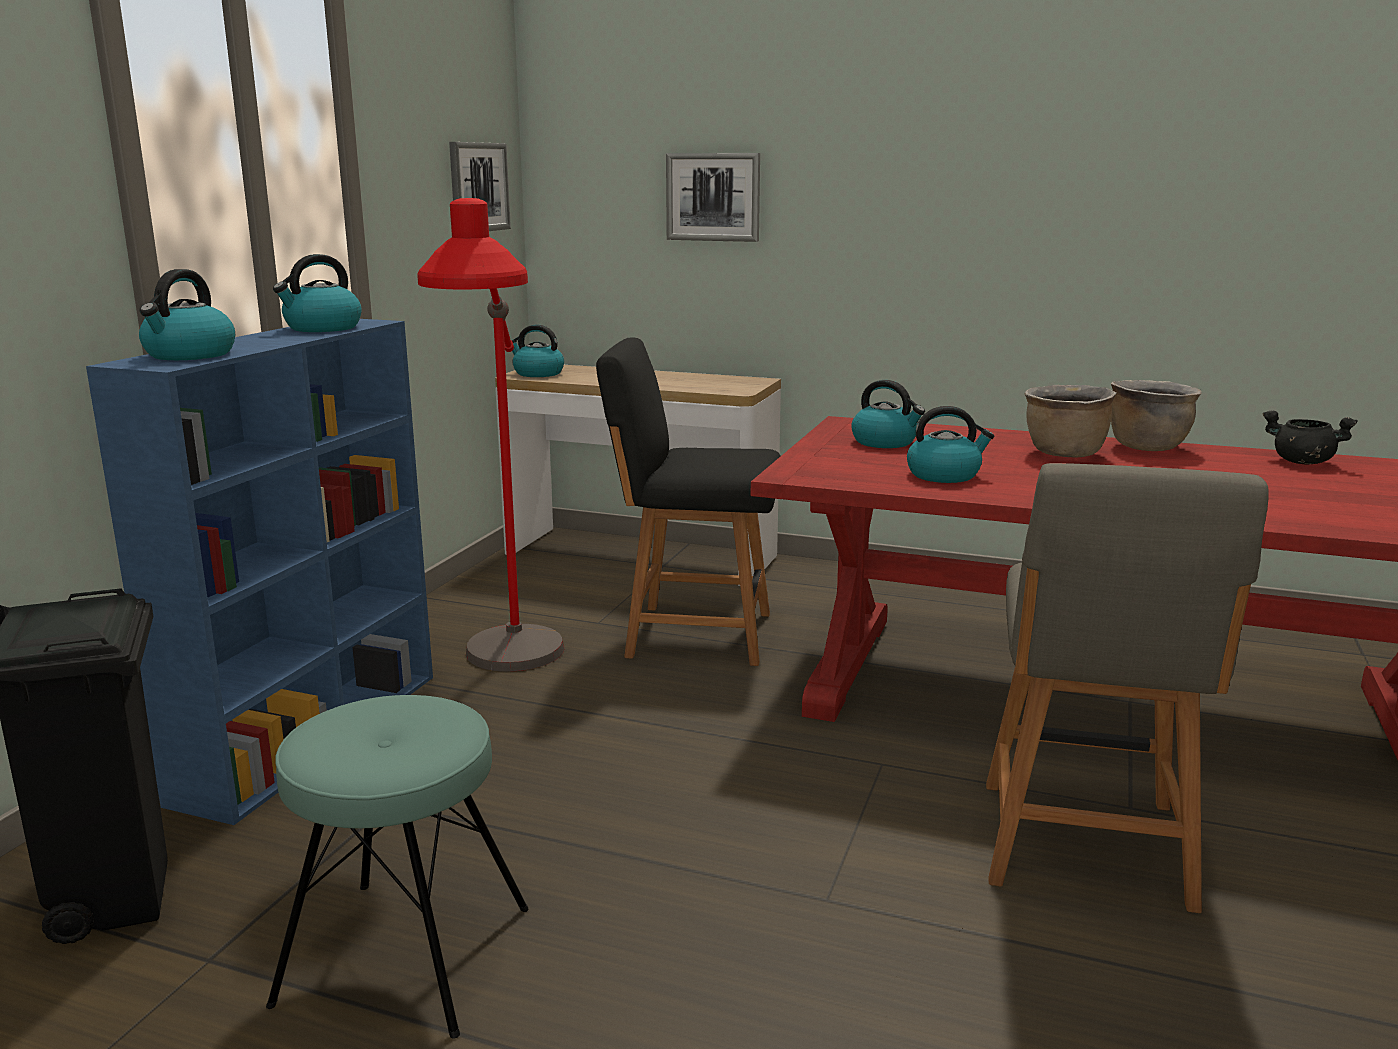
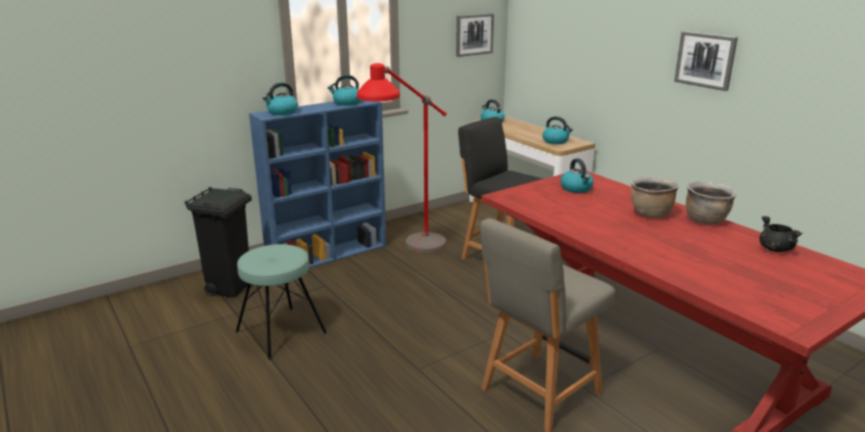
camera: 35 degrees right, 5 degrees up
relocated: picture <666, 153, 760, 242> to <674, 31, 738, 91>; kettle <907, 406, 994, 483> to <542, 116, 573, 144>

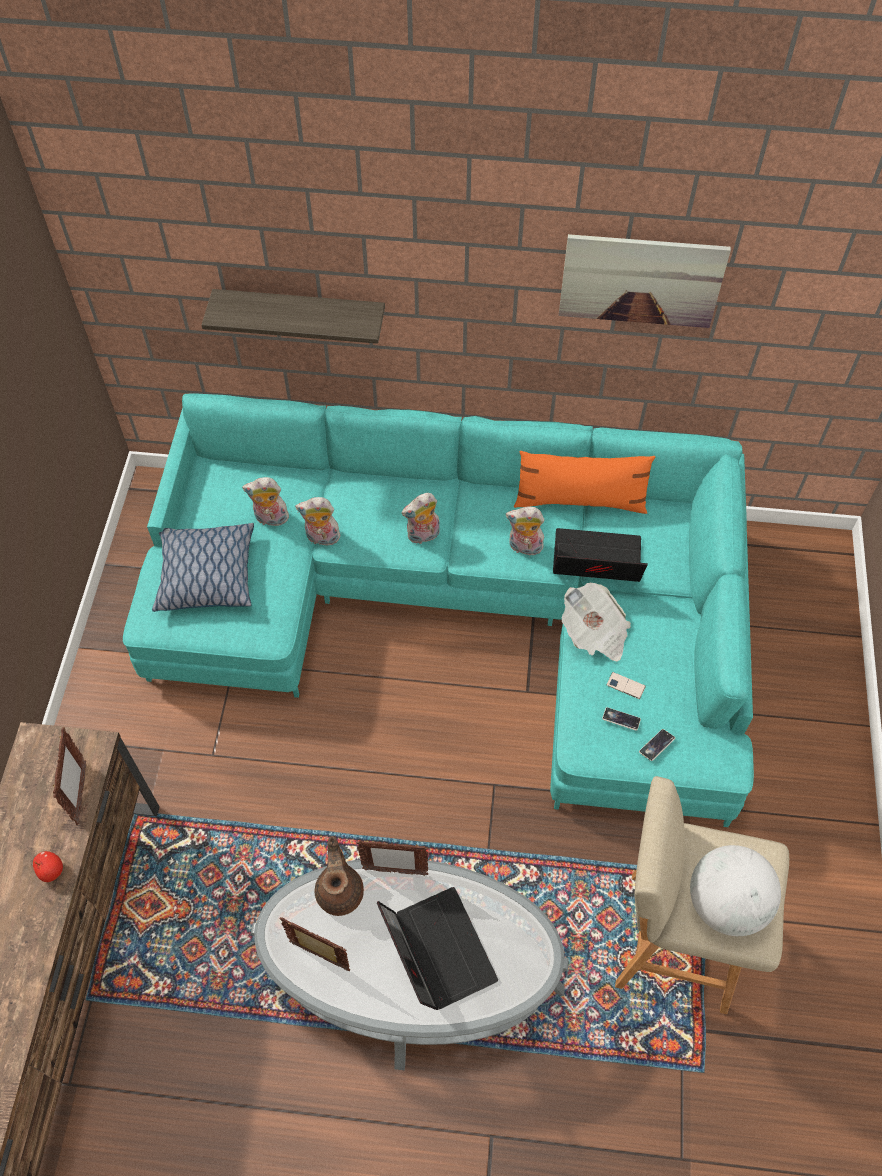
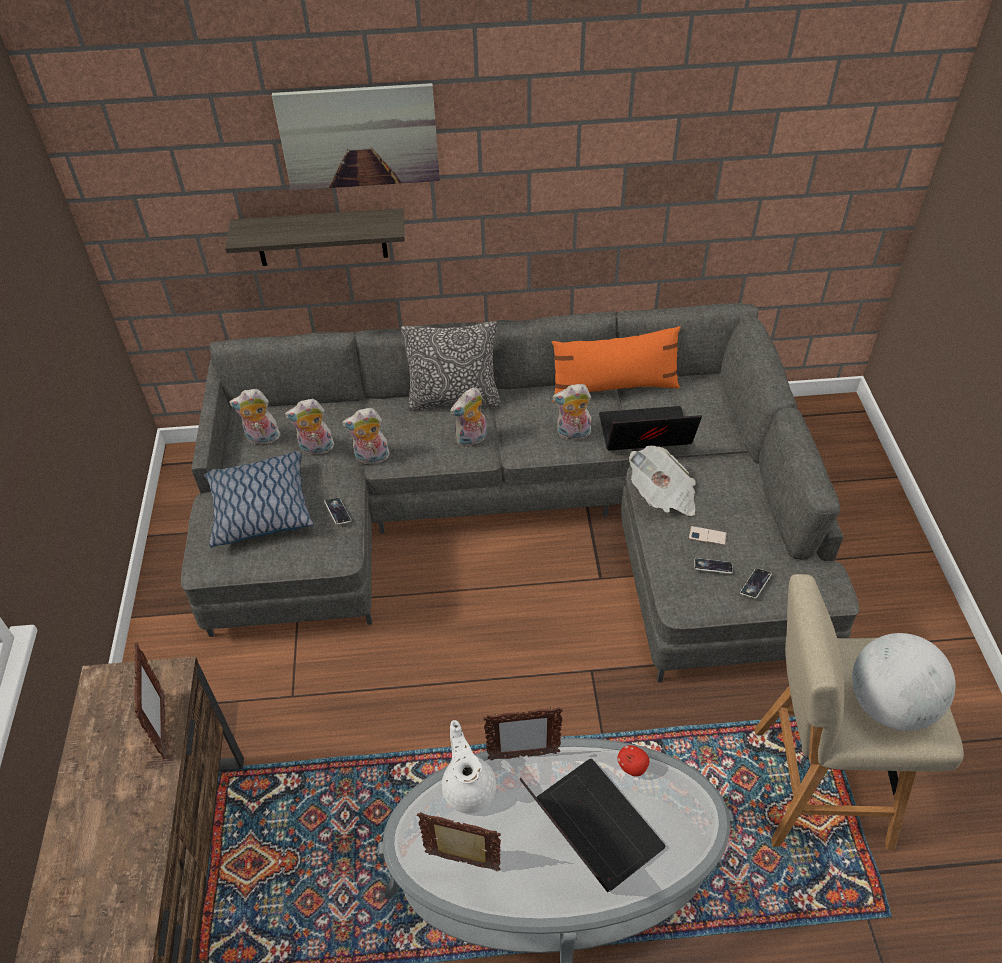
camera: 10 degrees left, 10 degrees down
appeared: plush toy <229, 389, 283, 444>; phone <324, 498, 351, 525>; pillow <401, 321, 501, 411>
relocated: apple <33, 851, 63, 882> to <617, 745, 649, 776>; picture <559, 234, 731, 328> to <272, 83, 440, 190>
colour: turquoise sofa <123, 394, 754, 827> to grey sofa <181, 303, 860, 682>; brown teapot <315, 836, 364, 916> to white teapot <442, 720, 496, 814>

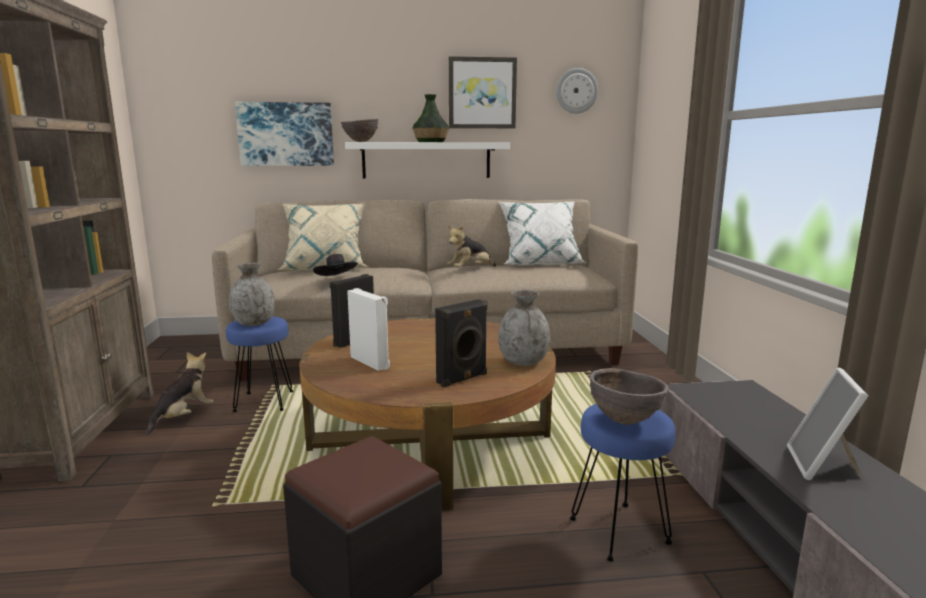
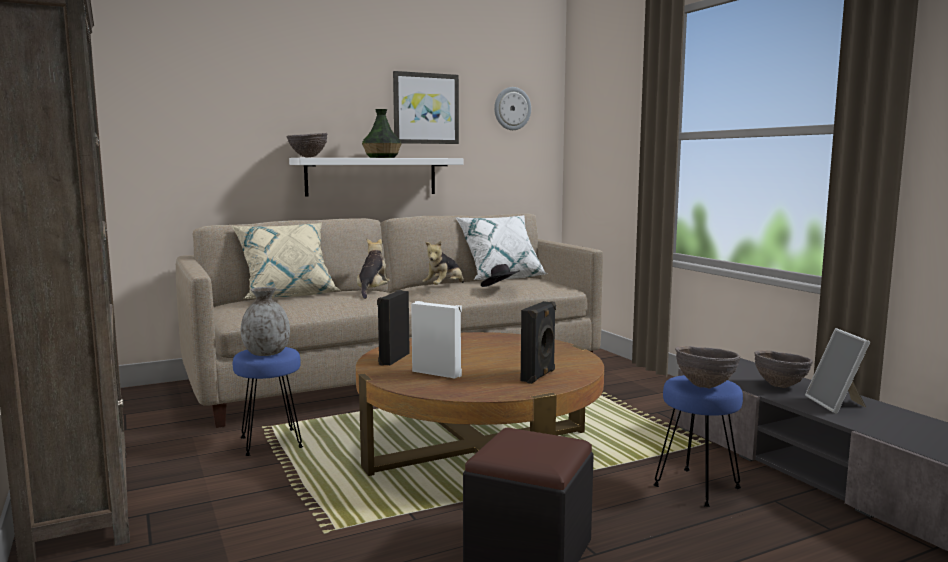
camera: 20 degrees left, 5 degrees down
missing: picture <235, 102, 334, 166>; grey vase <498, 290, 550, 366>
appeared: brown bowl <754, 350, 813, 388>
relocated: plush toy <146, 352, 213, 435> to <357, 239, 390, 299>; black hat <313, 254, 358, 276> to <481, 264, 520, 287>

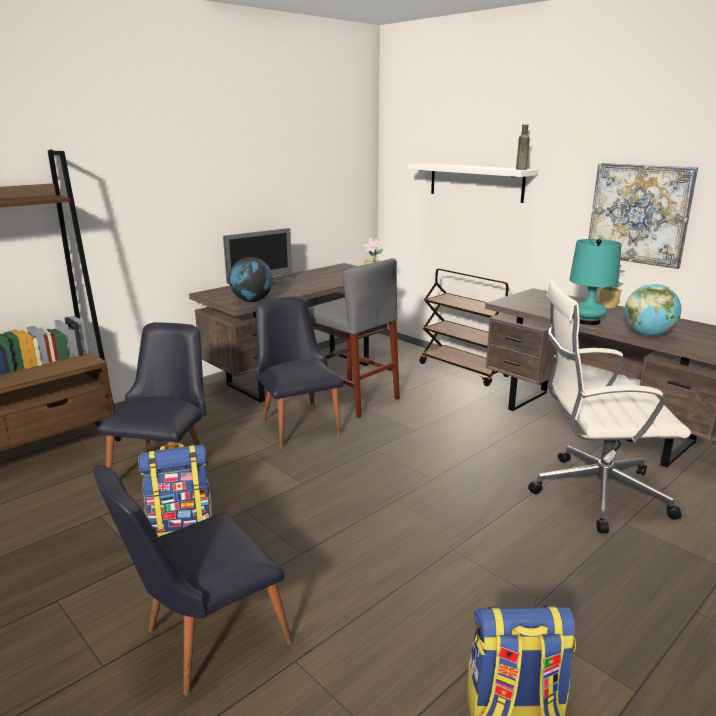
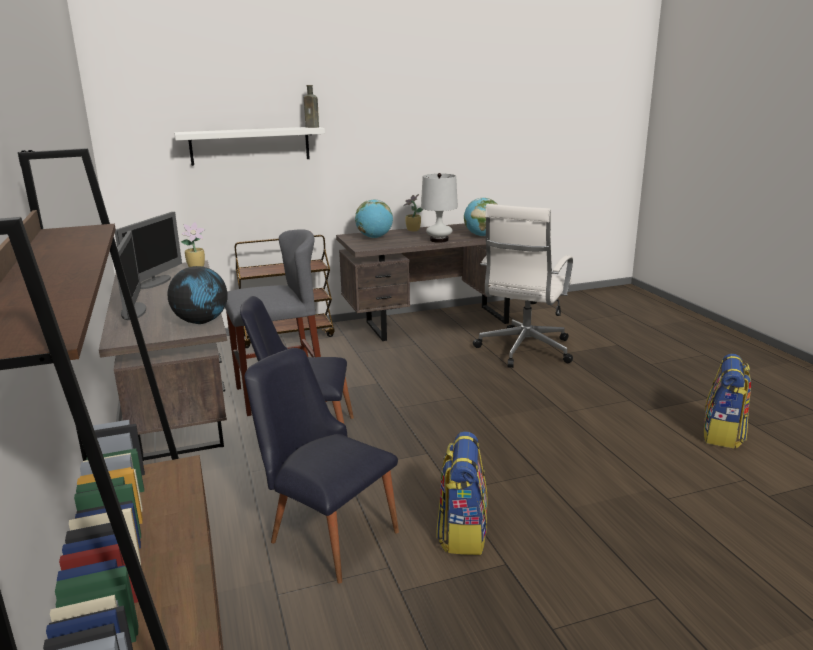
camera: 65 degrees left, 0 degrees up
missing: black chair <93, 465, 292, 695>; picture <589, 163, 698, 269>
appeared: monitor <115, 212, 182, 289>; globe <355, 199, 393, 238>
colour: turquoise table lamp <569, 239, 621, 325> to white table lamp <421, 173, 458, 243>

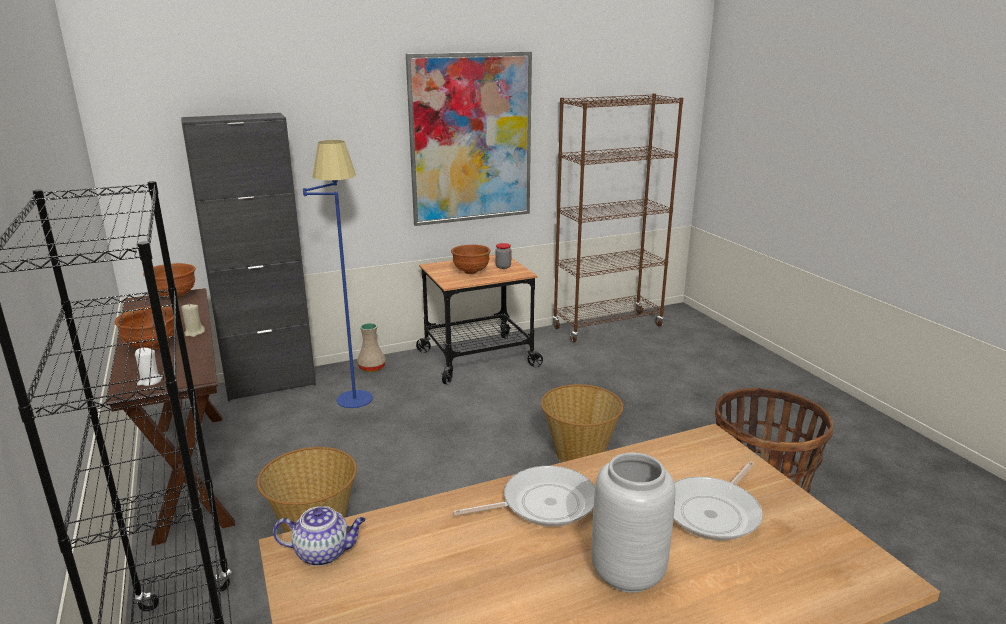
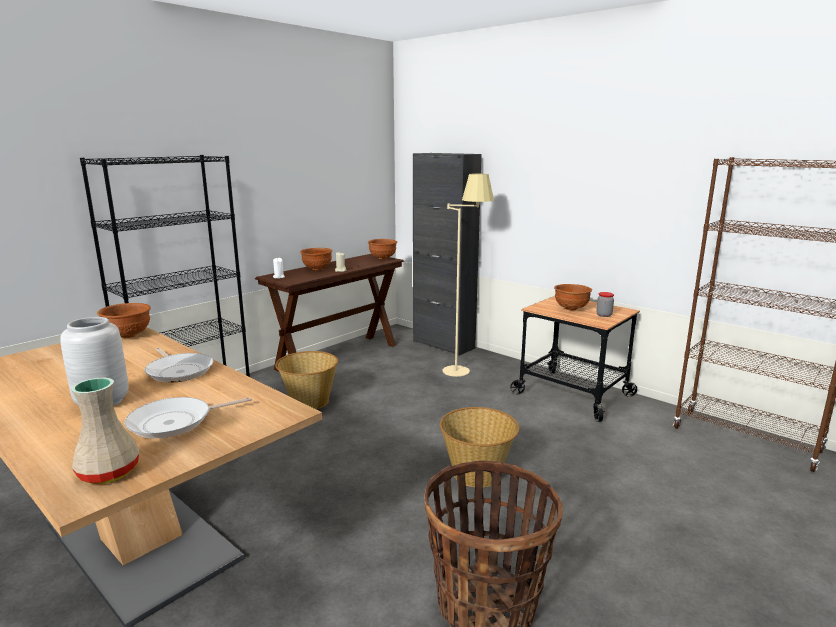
camera: 65 degrees right, 5 degrees down
missing: picture <406, 51, 532, 226>
relocated: beige vase <357, 323, 386, 372> to <71, 378, 139, 484>
exchanged: teapot <273, 506, 366, 566> to brown bowl <97, 303, 151, 338>
colour: blue floor lamp <303, 140, 373, 408> to beige floor lamp <442, 173, 494, 377>
spun: frying pan <673, 462, 763, 541> = <125, 397, 252, 438> 45 degrees counterclockwise

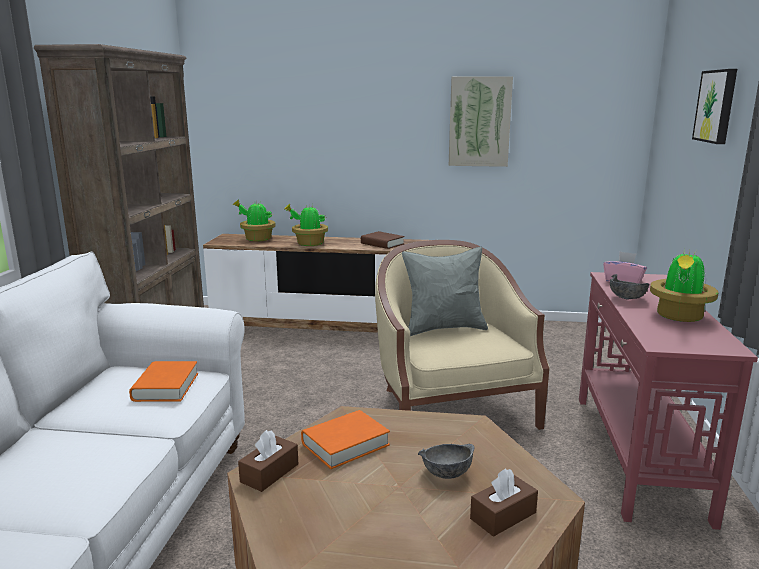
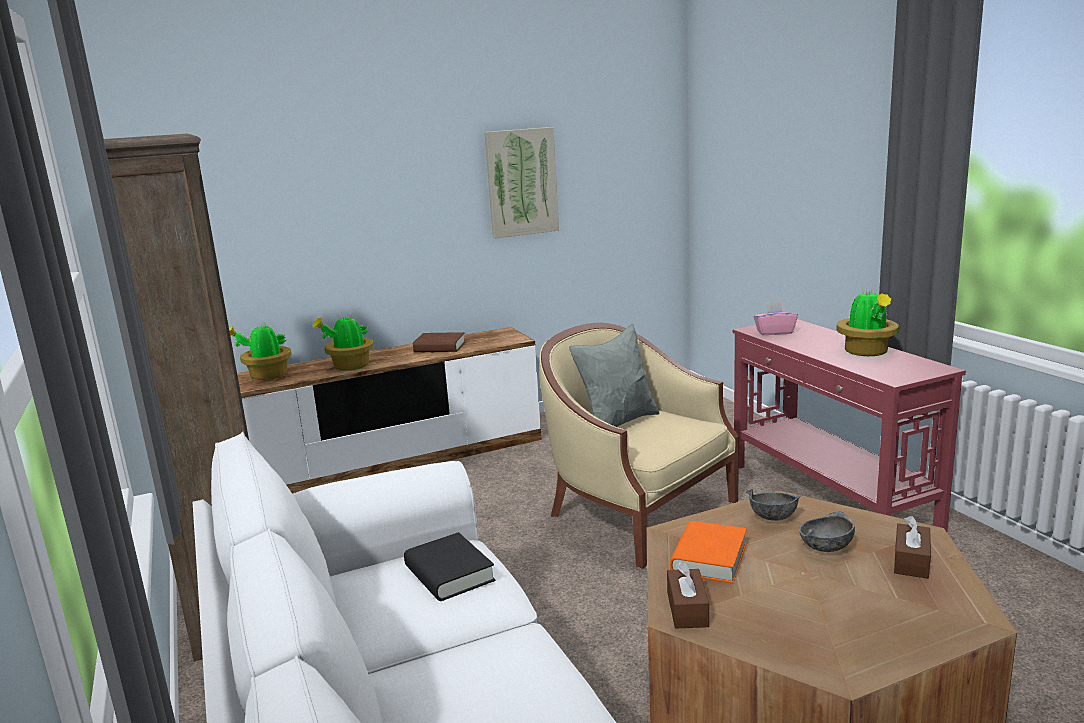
camera: 30 degrees left, 0 degrees up
missing: picture <692, 69, 737, 144>
relocated: grey bowl <610, 274, 650, 300> to <746, 489, 801, 521>
colour: orange book <129, 361, 198, 402> to black book <404, 532, 495, 601>

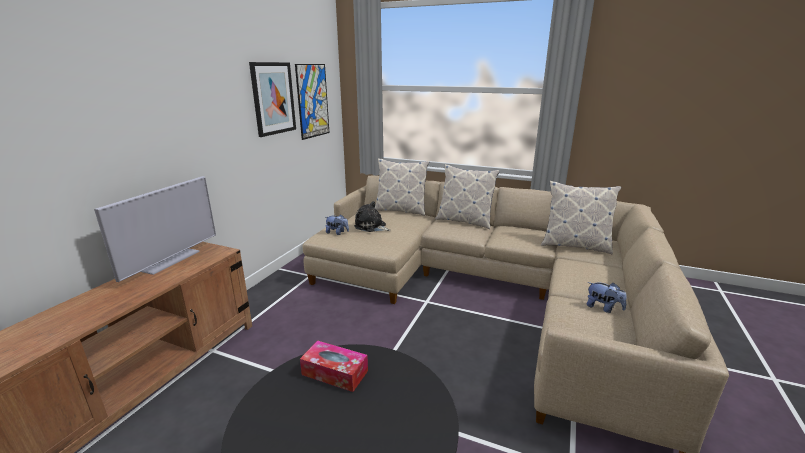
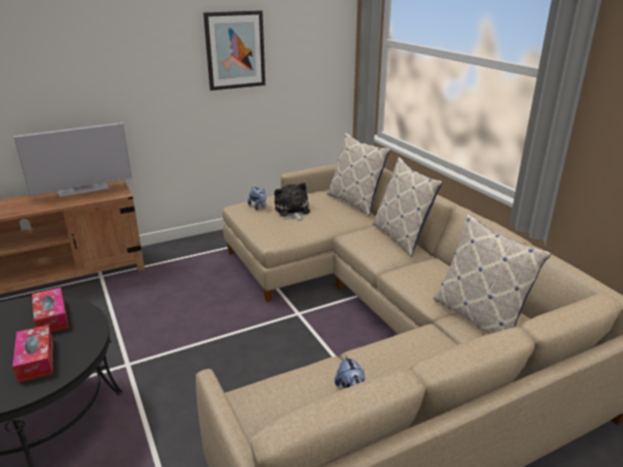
camera: 40 degrees right, 5 degrees up
missing: picture <295, 64, 329, 140>
appeared: tissue box <13, 325, 53, 383>

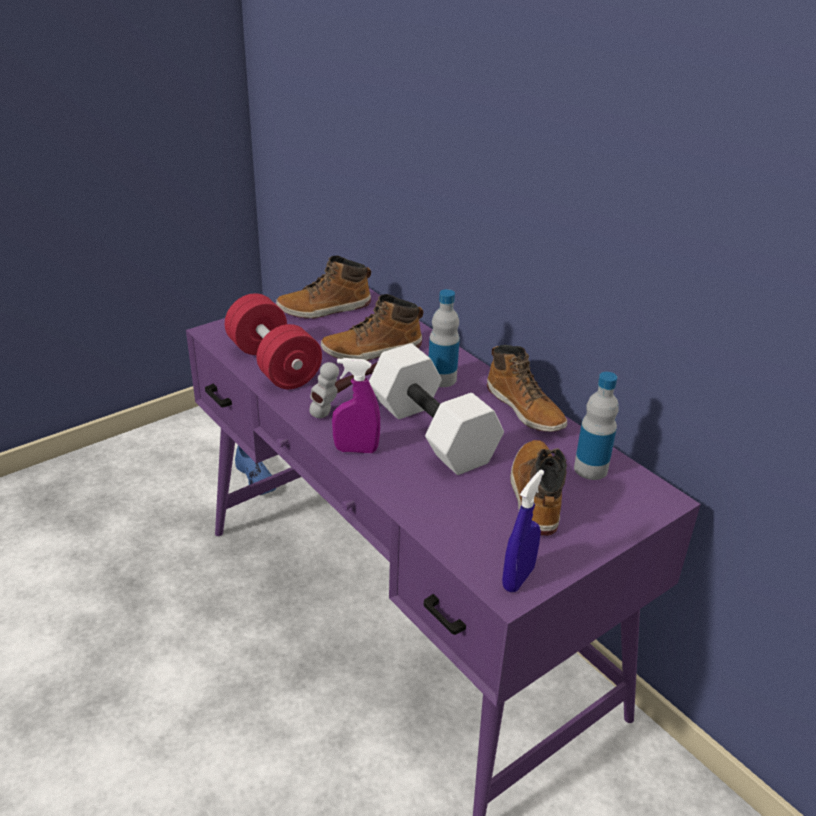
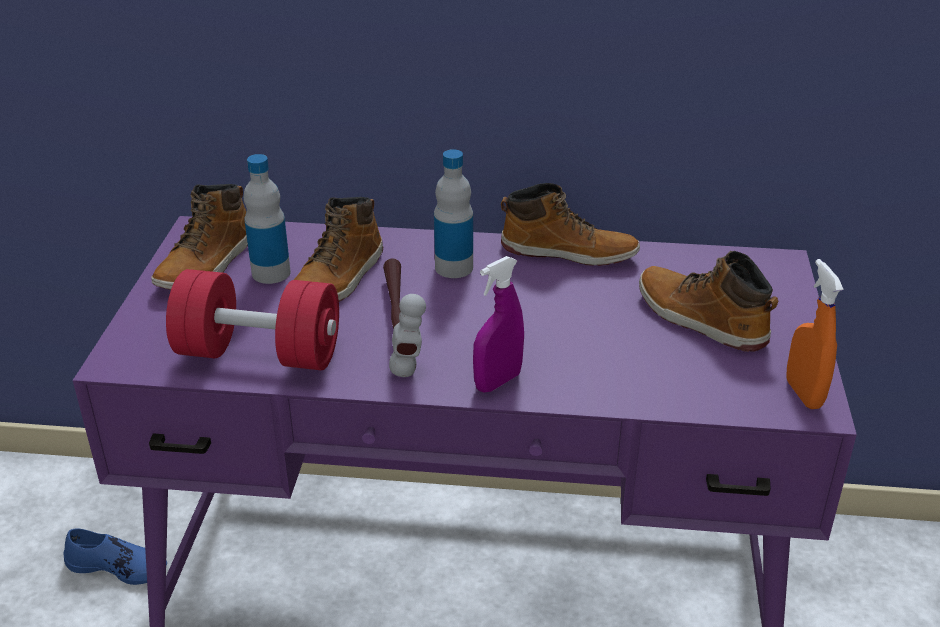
camera: 45 degrees left, 0 degrees up
missing: white dumbbell <369, 343, 504, 475>
relocated: bottle <574, 372, 619, 480> to <244, 154, 291, 284>
colour: blue spray bottle <502, 469, 544, 592> to orange spray bottle <786, 259, 844, 409>

